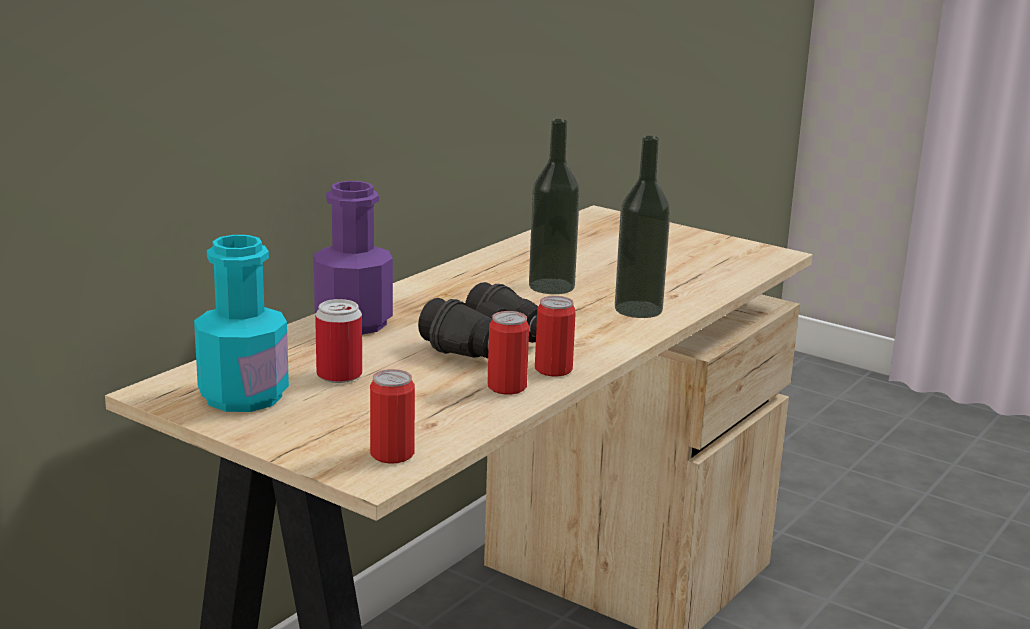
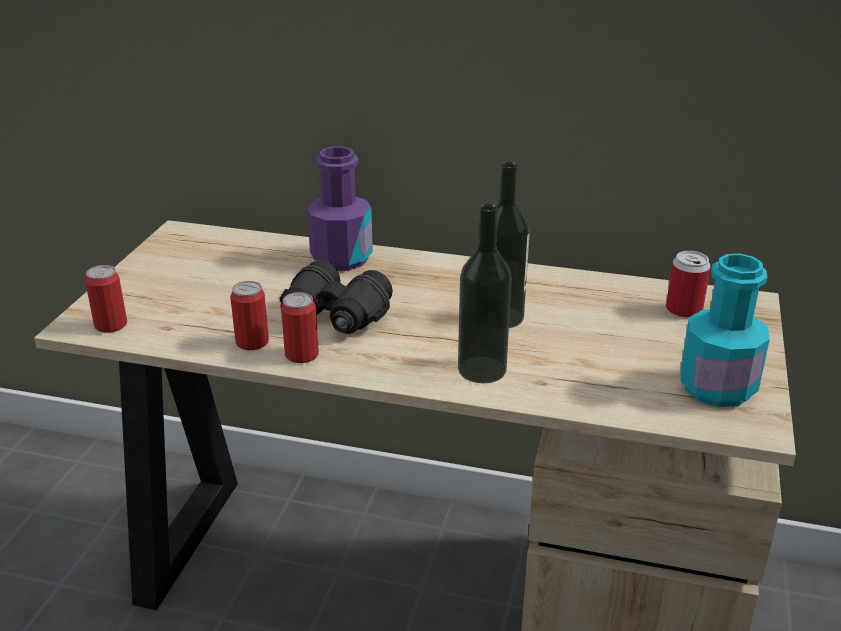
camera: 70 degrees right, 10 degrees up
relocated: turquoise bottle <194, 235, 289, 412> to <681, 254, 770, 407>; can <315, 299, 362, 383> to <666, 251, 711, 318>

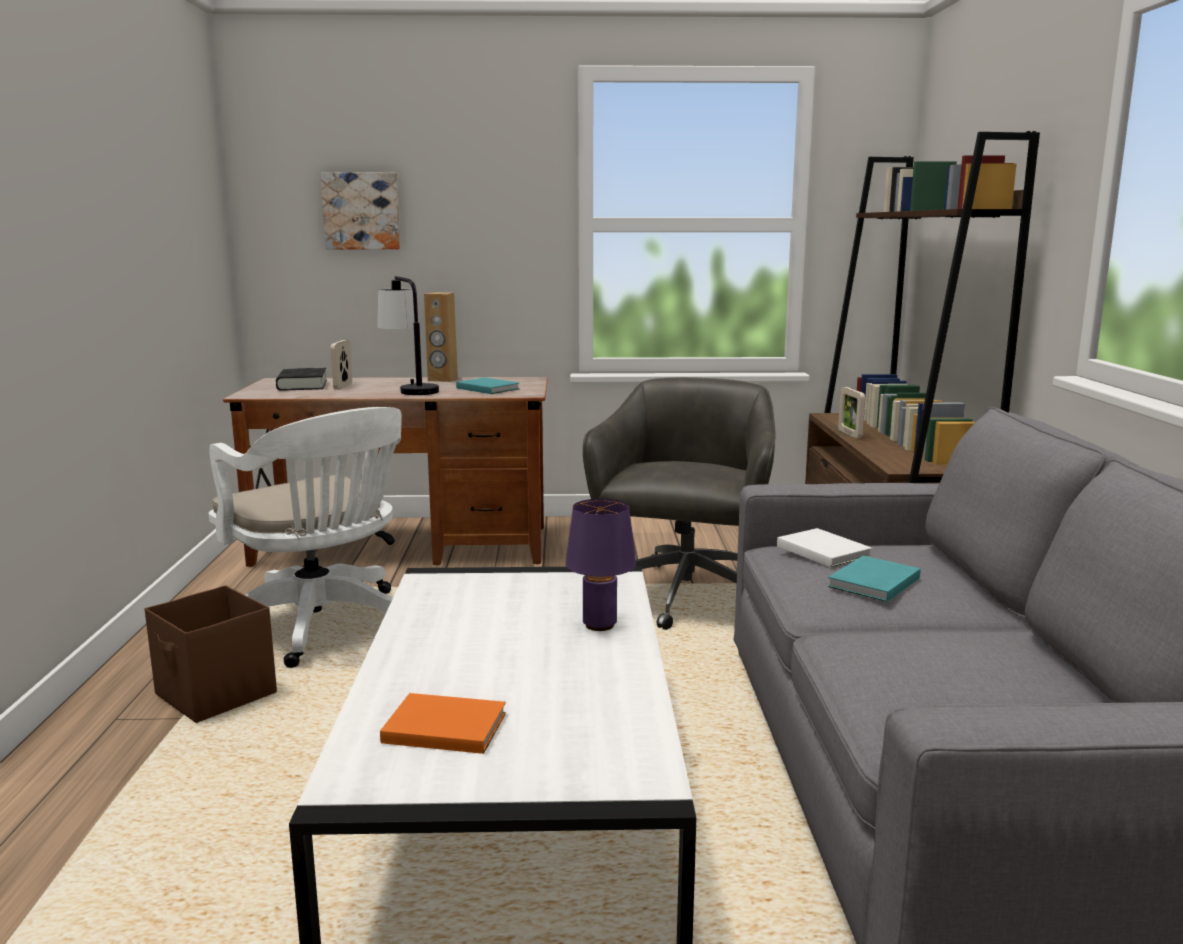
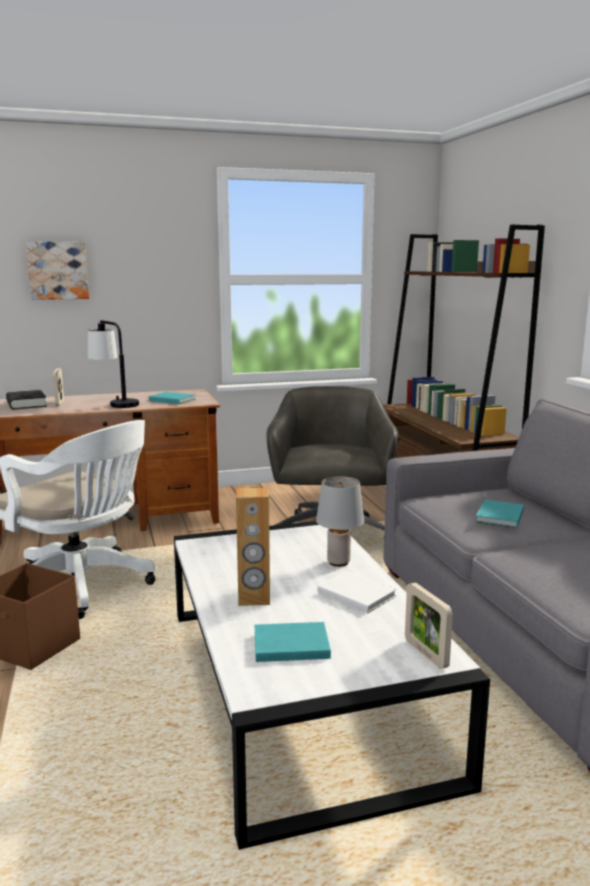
camera: 15 degrees left, 0 degrees up
relocated: brown speaker <424, 292, 458, 382> to <236, 487, 270, 606>; white book <777, 528, 872, 567> to <318, 571, 396, 613>; picture frame <838, 387, 865, 438> to <405, 582, 453, 669>
colour: orange book <380, 693, 506, 754> to turquoise book <255, 622, 331, 662>; purple table lamp <565, 499, 636, 631> to grey table lamp <316, 476, 364, 567>

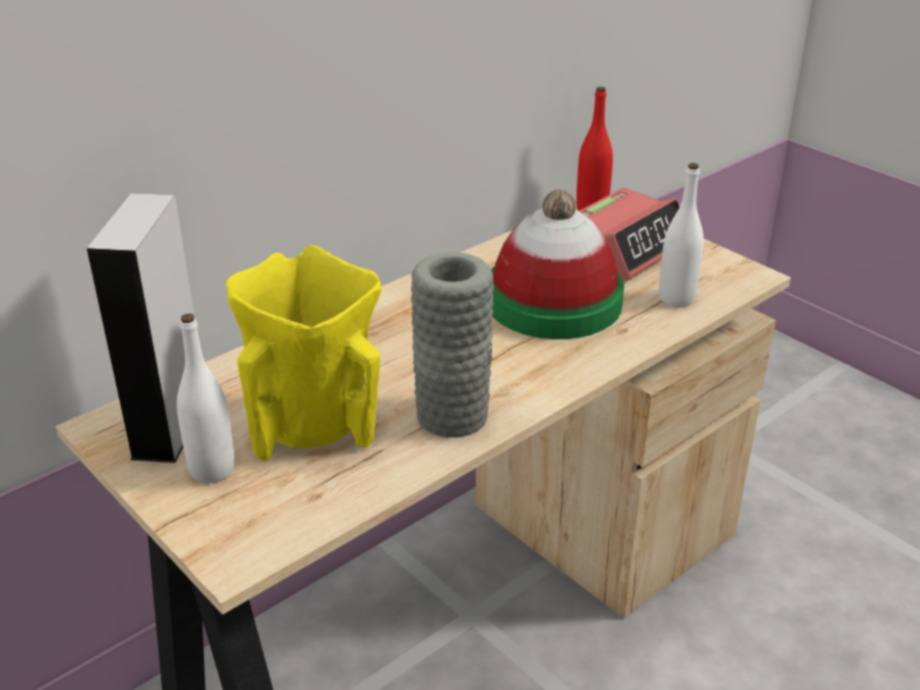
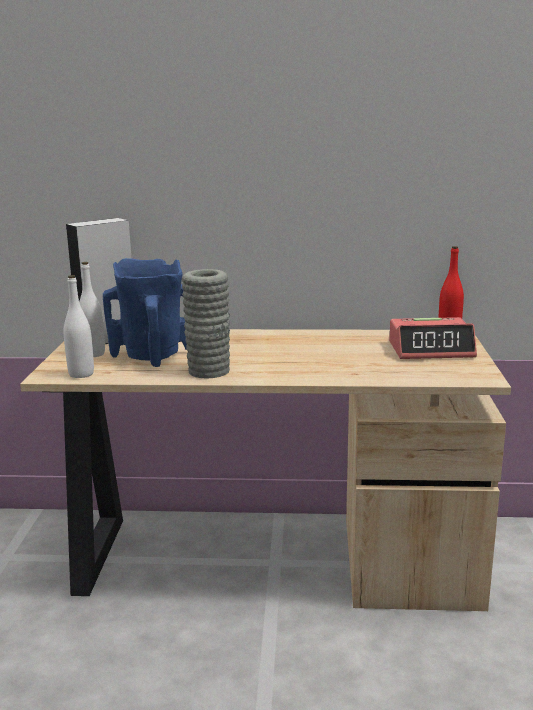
camera: 45 degrees right, 15 degrees down
missing: hat <491, 190, 624, 339>
relocated: white bottle <659, 163, 704, 307> to <64, 275, 94, 378>
colour: yellow vase <226, 246, 381, 461> to blue vase <103, 258, 187, 367>

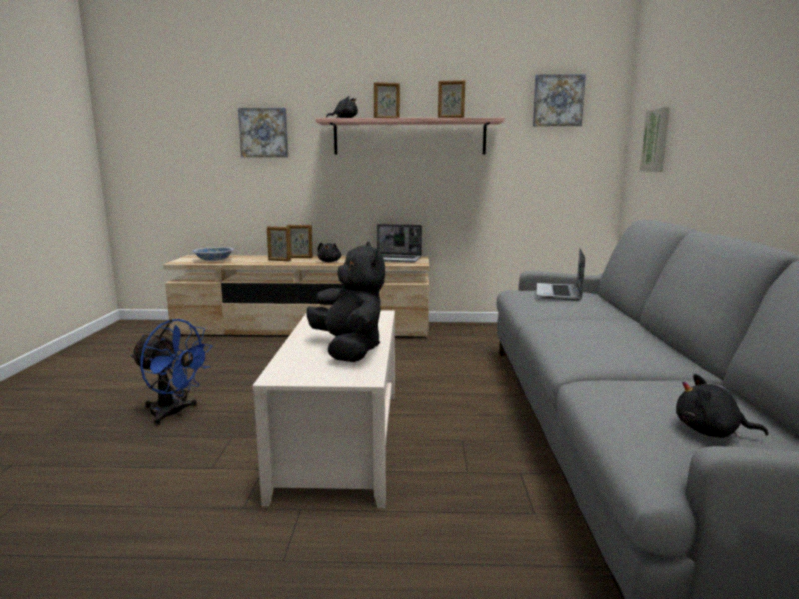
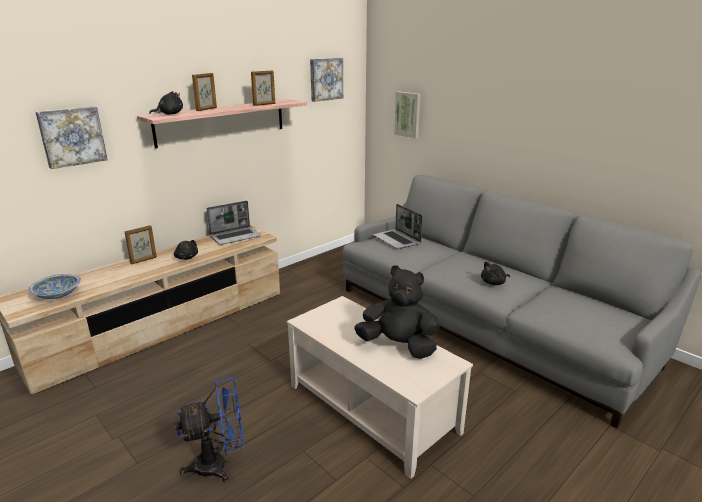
camera: 45 degrees left, 10 degrees up
missing: picture frame <267, 226, 291, 262>
relocated: black plush toy <676, 374, 768, 439> to <481, 261, 510, 285>

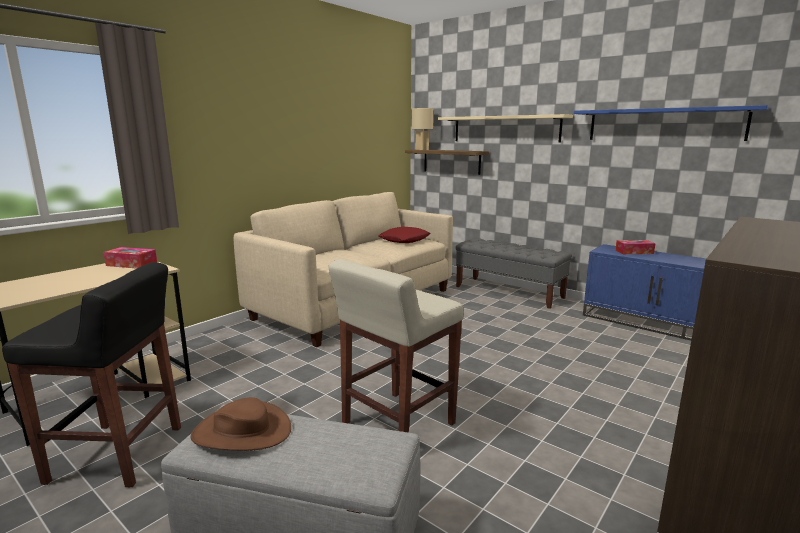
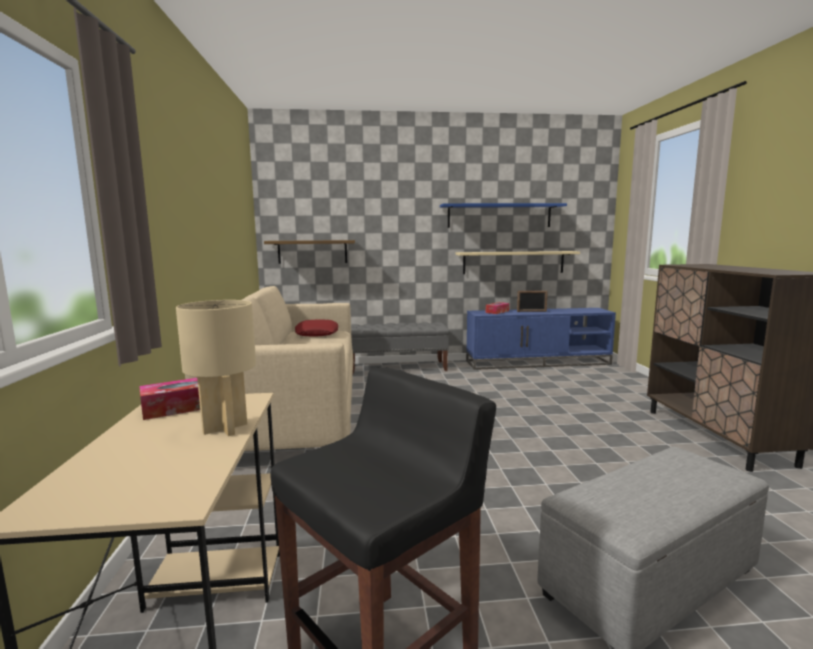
camera: 45 degrees left, 5 degrees down
missing: brown hat <191, 397, 291, 451>; beige stool <329, 259, 464, 433>
appeared: picture frame <517, 291, 548, 312>
relocated: beige table lamp <412, 108, 433, 150> to <176, 300, 256, 436>; beige shelf <438, 114, 573, 143> to <455, 251, 580, 274>

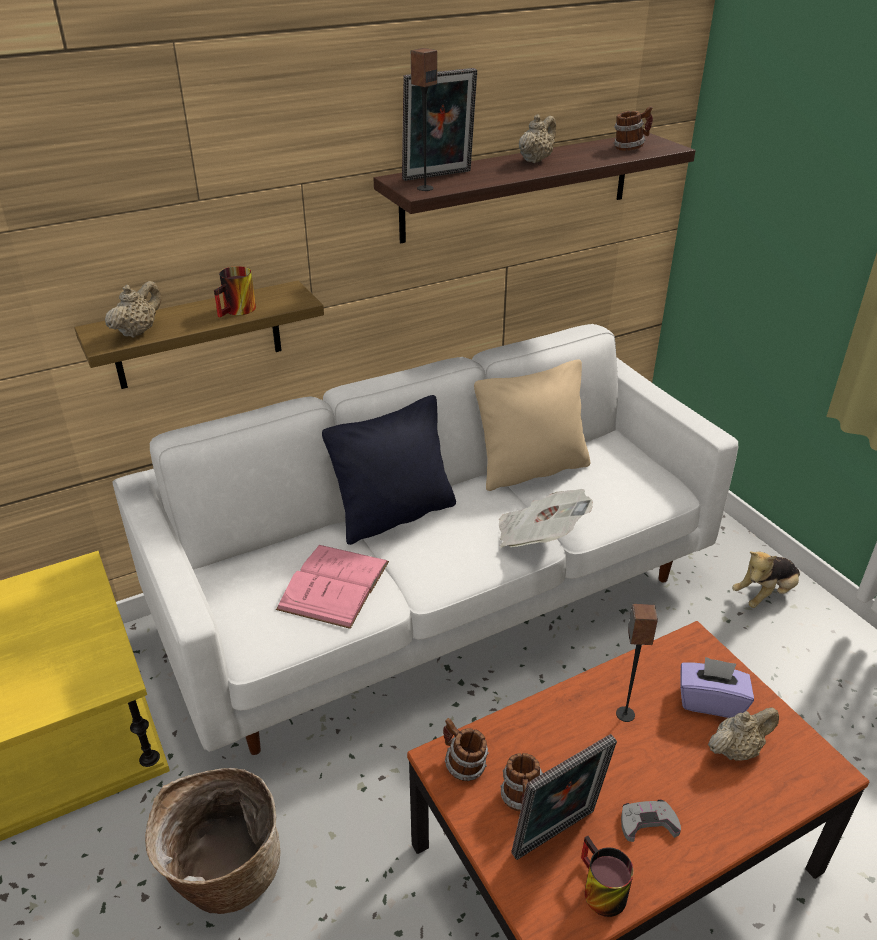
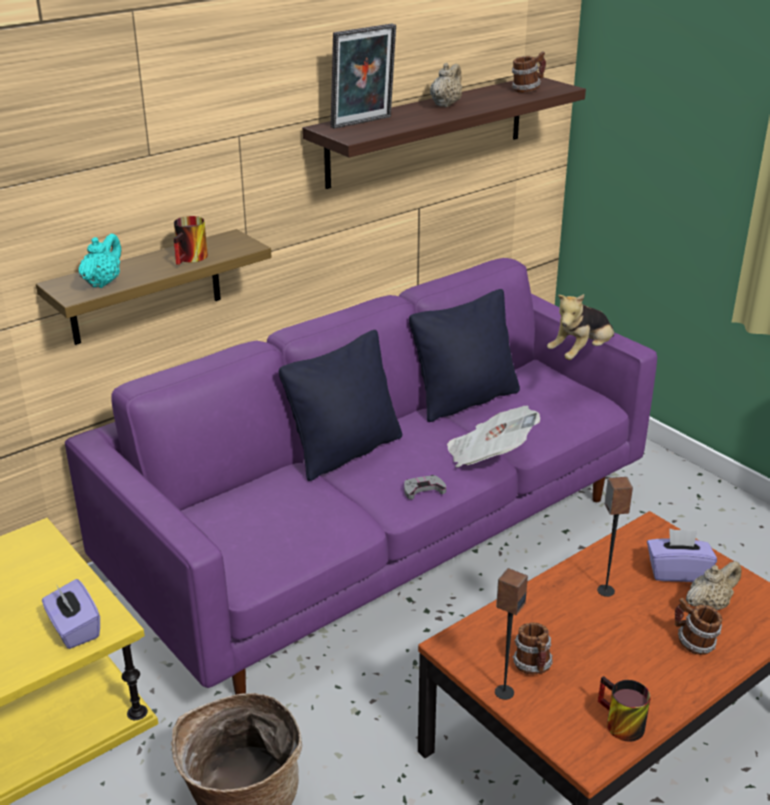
camera: 10 degrees left, 5 degrees down
missing: pink book <276, 545, 389, 629>; picture frame <511, 734, 617, 860>
appeared: purple tissue box <42, 579, 100, 649>
relocated: speaker <411, 48, 437, 191> to <495, 568, 528, 700>; mug <443, 718, 489, 781> to <675, 598, 722, 655>; grey game controller <621, 800, 681, 842> to <404, 475, 446, 499>; plush toy <732, 551, 800, 608> to <547, 294, 614, 360>
colour: beige teapot <105, 281, 162, 338> to turquoise teapot <79, 234, 121, 288>; white sofa <112, 324, 739, 755> to purple sofa <65, 258, 657, 695>; beige pillow <474, 359, 590, 491> to black pillow <409, 289, 520, 422>

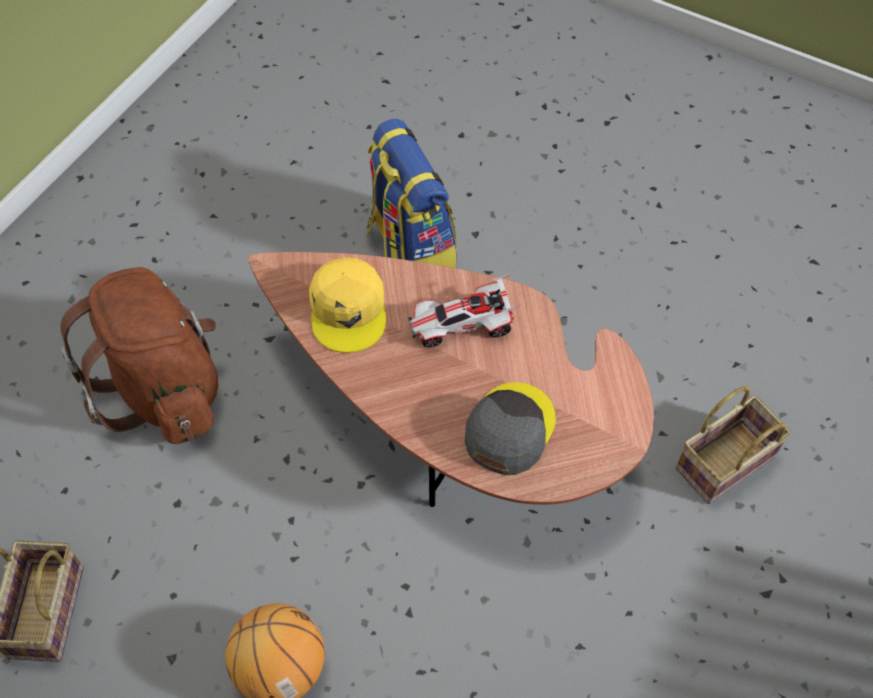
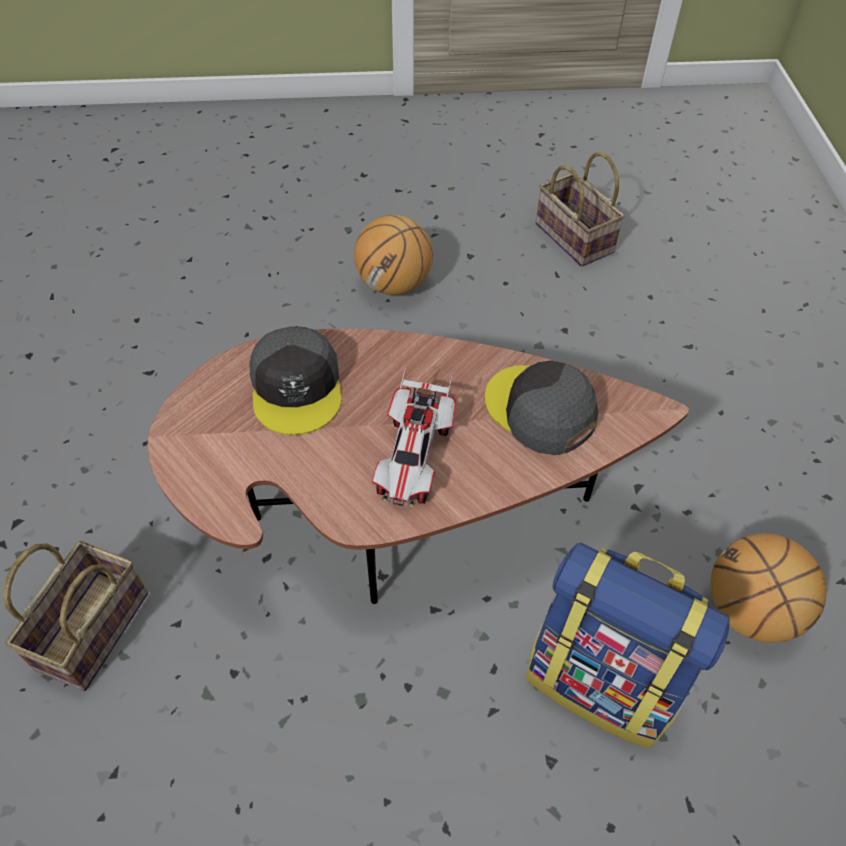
camera: 145 degrees right, 5 degrees down
missing: brown backpack <60, 267, 218, 444>
appeared: basketball <710, 533, 827, 643>
colour: yellow cap <309, 257, 386, 353> to grey cap <485, 360, 598, 455>
spun: toy car <408, 274, 521, 348> = <372, 368, 456, 507> 150 degrees clockwise

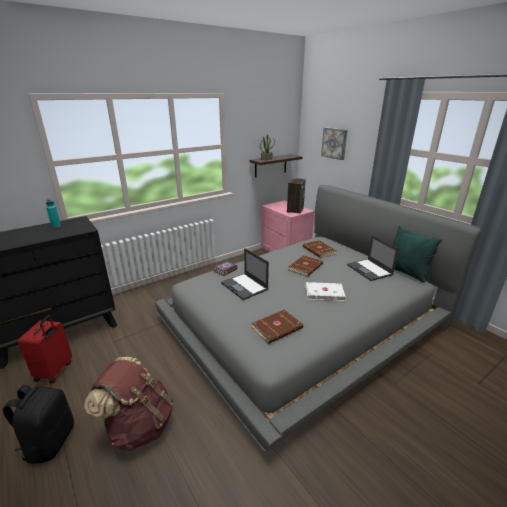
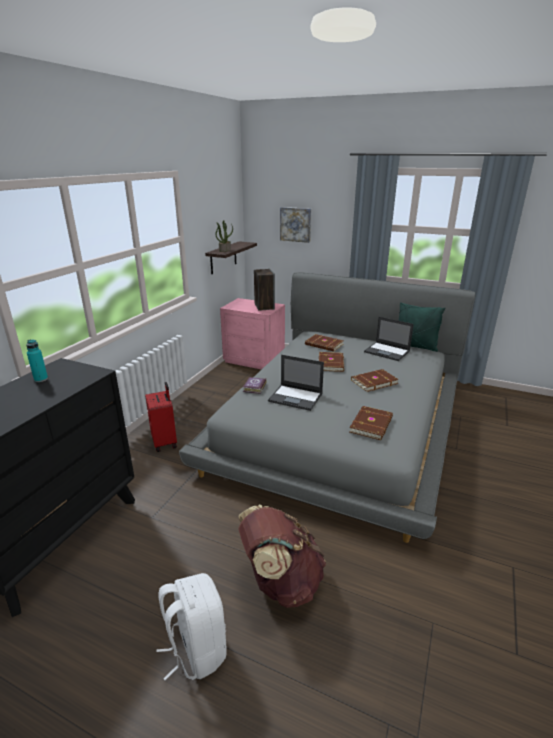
camera: 30 degrees left, 0 degrees up
relocated: red suitcase <18, 315, 72, 384> to <145, 382, 177, 452>
colour: black backpack <3, 385, 74, 463> to white backpack <157, 573, 227, 680>; white book <306, 282, 346, 301> to brown book <351, 369, 399, 392>

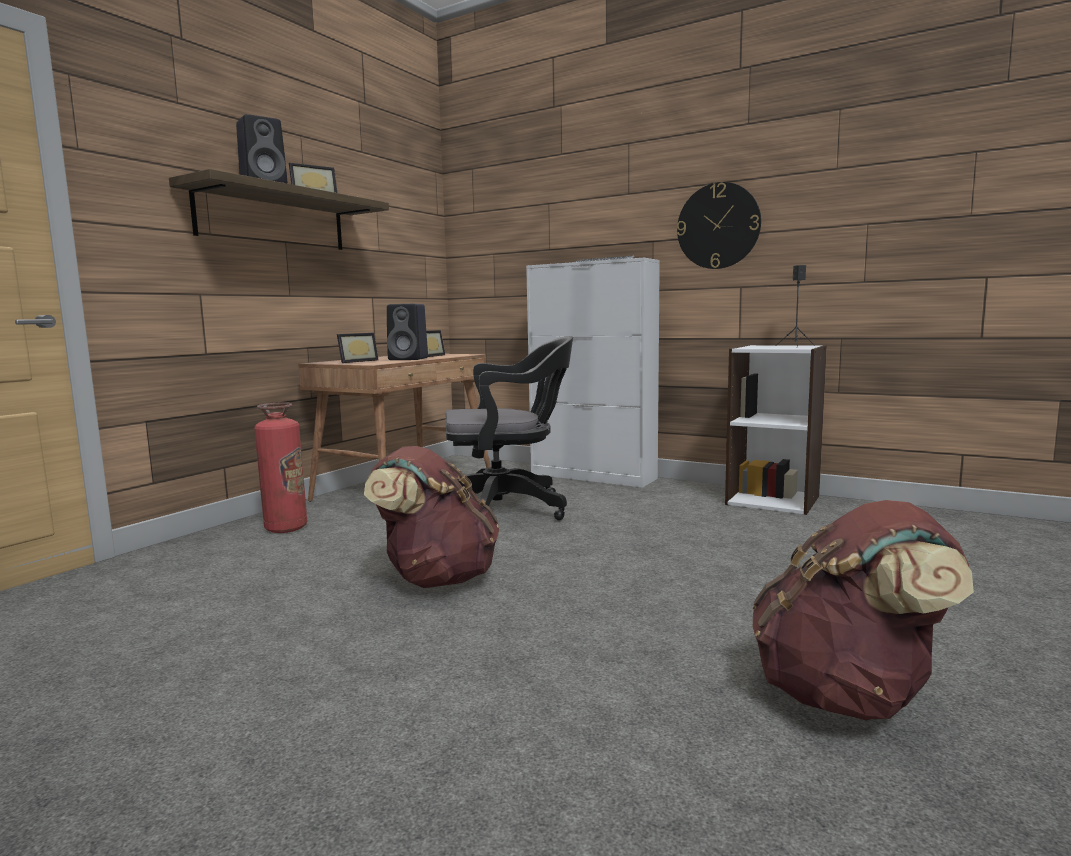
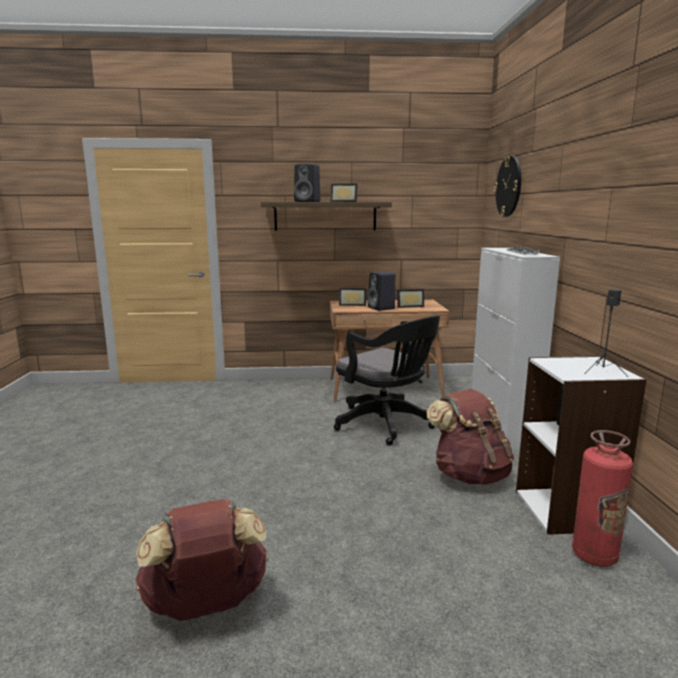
camera: 55 degrees right, 5 degrees up
relocated: fire extinguisher <254, 402, 307, 533> to <572, 430, 633, 567>; brown backpack <364, 446, 500, 588> to <427, 389, 514, 485>; wall clock <677, 182, 761, 269> to <494, 156, 521, 217>

